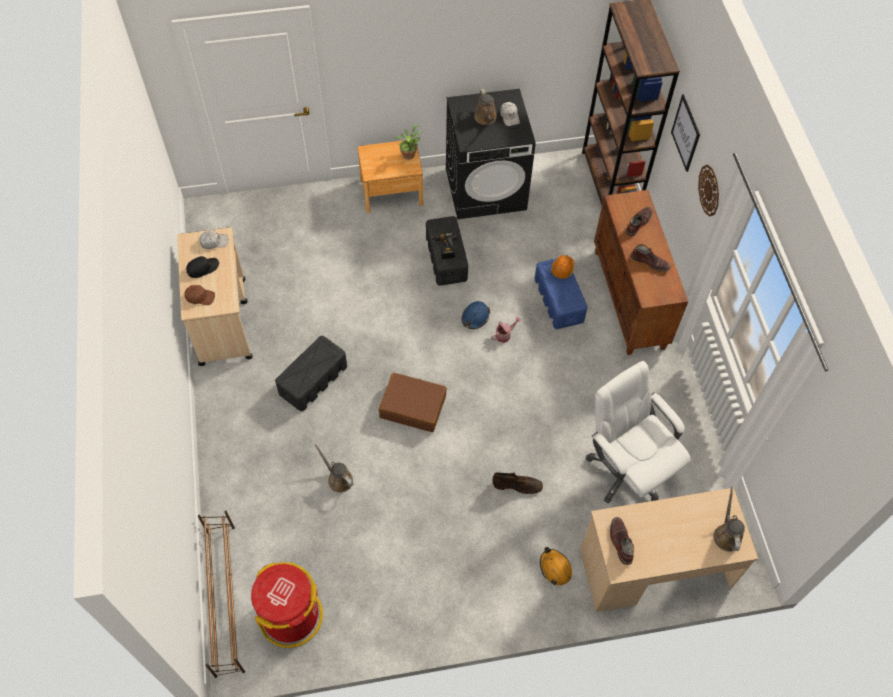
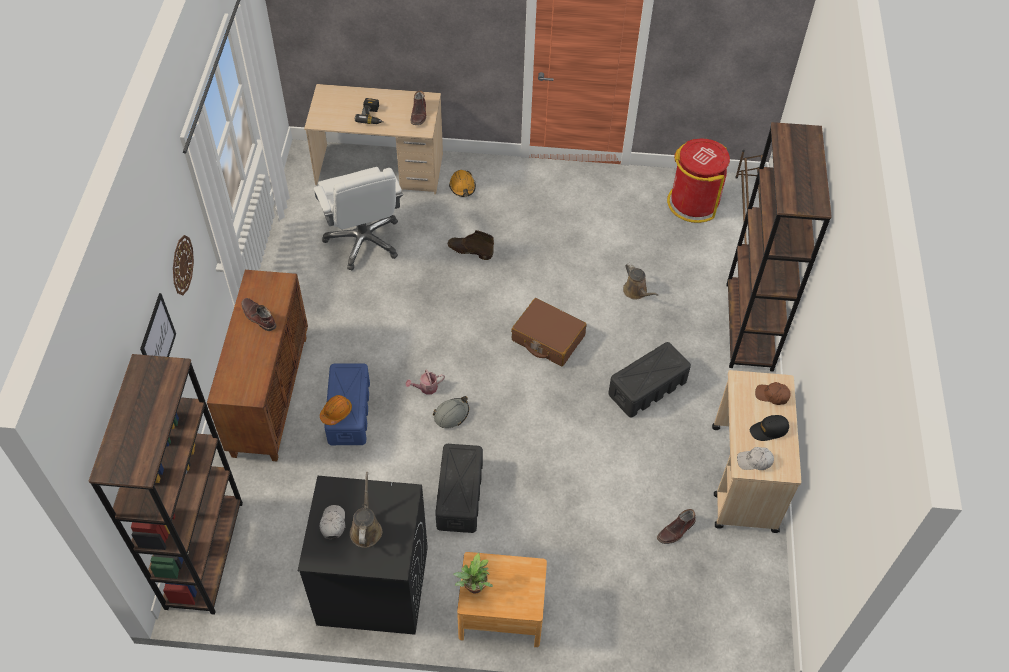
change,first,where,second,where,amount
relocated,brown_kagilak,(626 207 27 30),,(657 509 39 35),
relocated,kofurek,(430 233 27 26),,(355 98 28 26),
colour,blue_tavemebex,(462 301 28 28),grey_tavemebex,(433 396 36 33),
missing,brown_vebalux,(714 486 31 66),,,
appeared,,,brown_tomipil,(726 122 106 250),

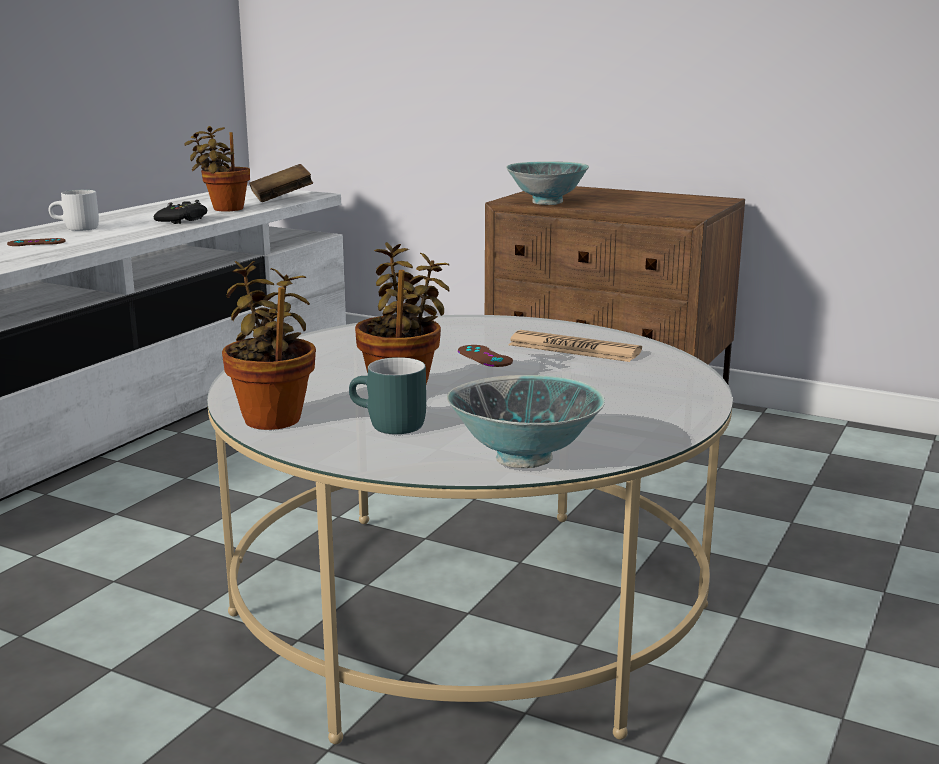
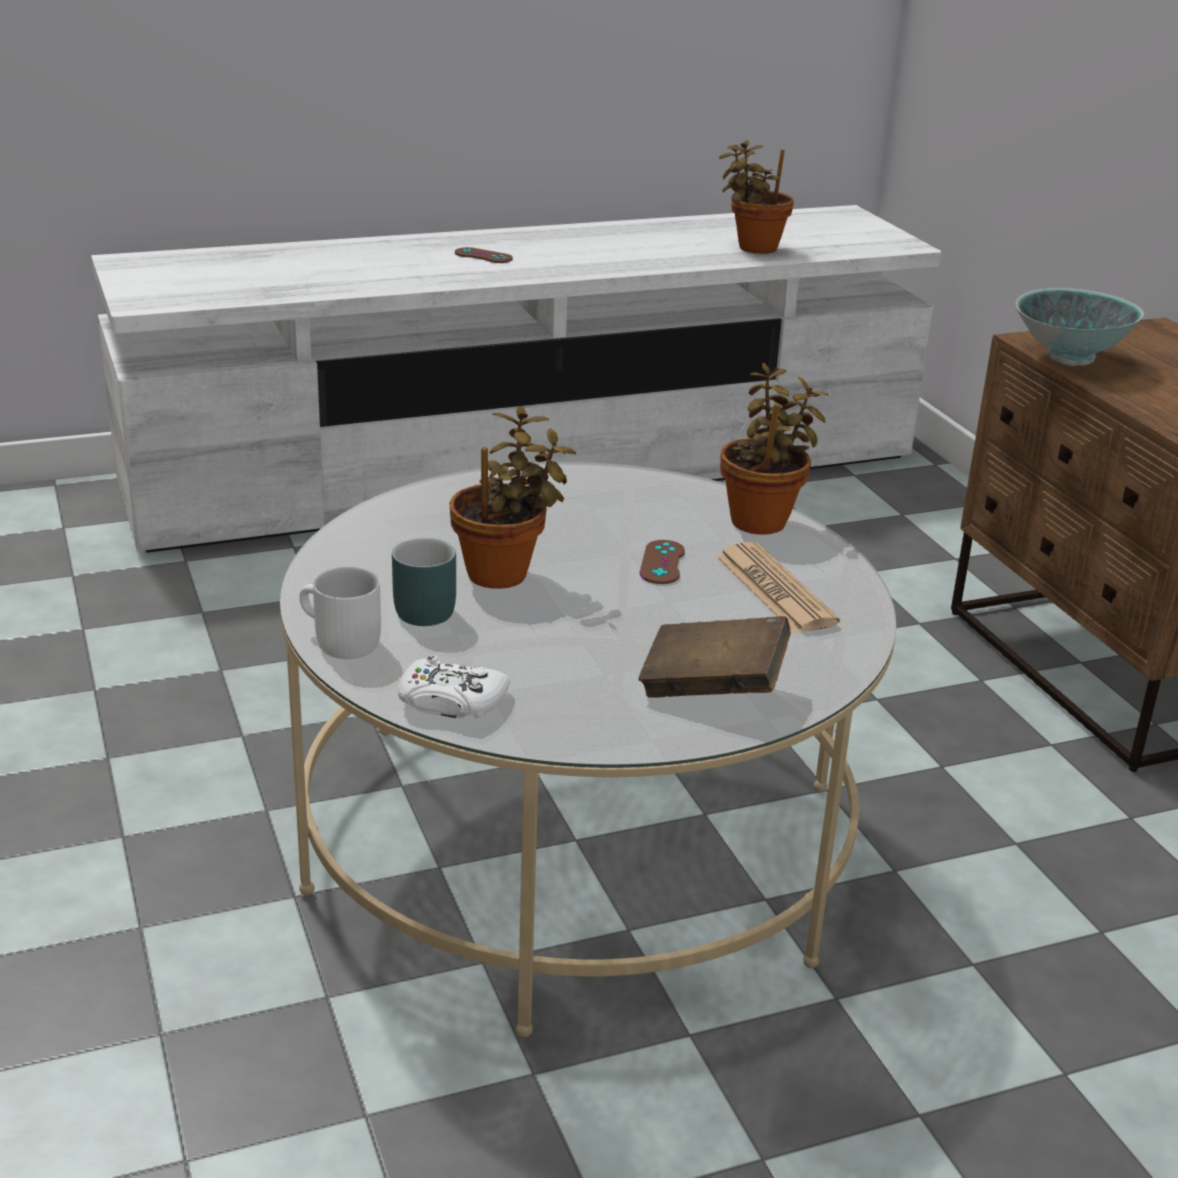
change,first,where,second,where,amount
relocated,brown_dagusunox,(249 164 64 38),,(639 616 152 82),
relocated,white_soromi,(49 190 50 41),,(300 567 81 92),
missing,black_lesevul,(154 200 53 24),,,
relocated,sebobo,(222 261 94 169),,(720 363 109 172),
exchanged,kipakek,(447 375 158 93),white_lesevul,(398 656 112 62),

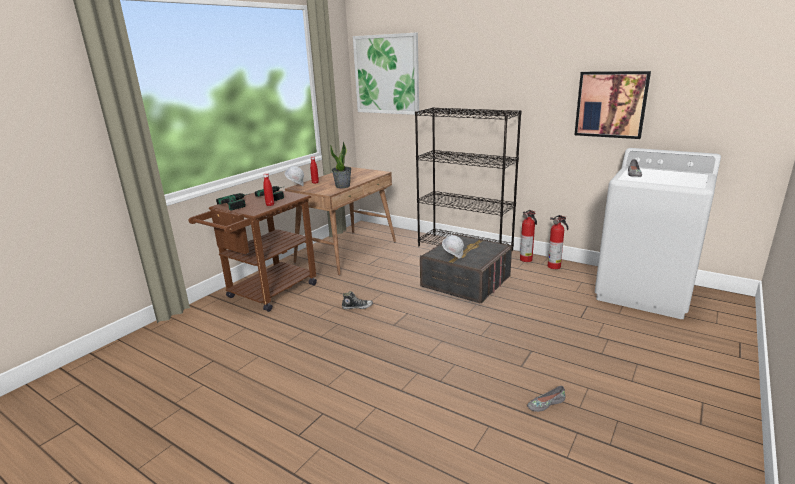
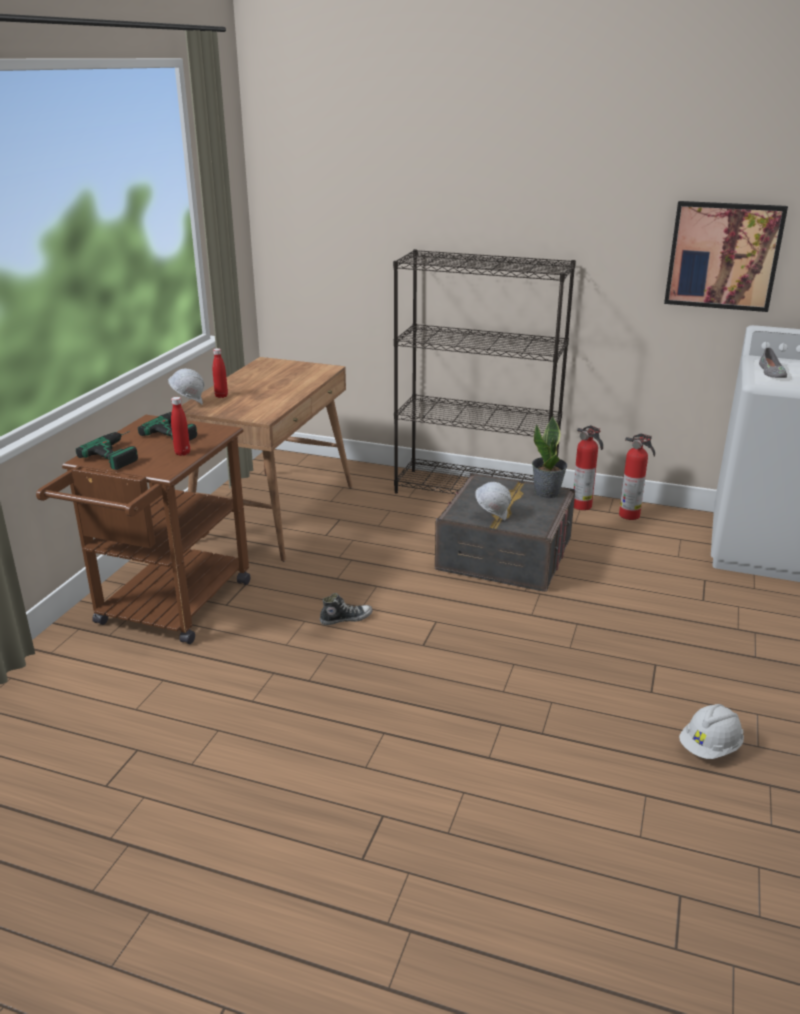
change,first,where,second,where,amount
missing,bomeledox,(353 33 66 82),,,
relocated,sebobo,(330 141 22 47),,(532 416 35 82),
exchanged,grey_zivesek,(527 386 39 26),white_tavemebex,(679 704 65 55),

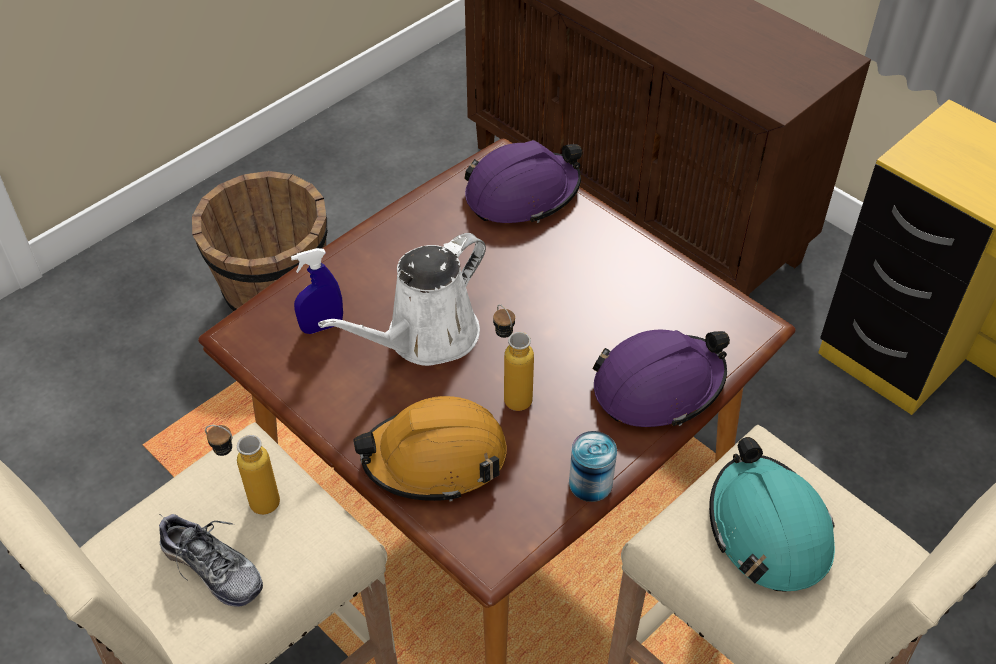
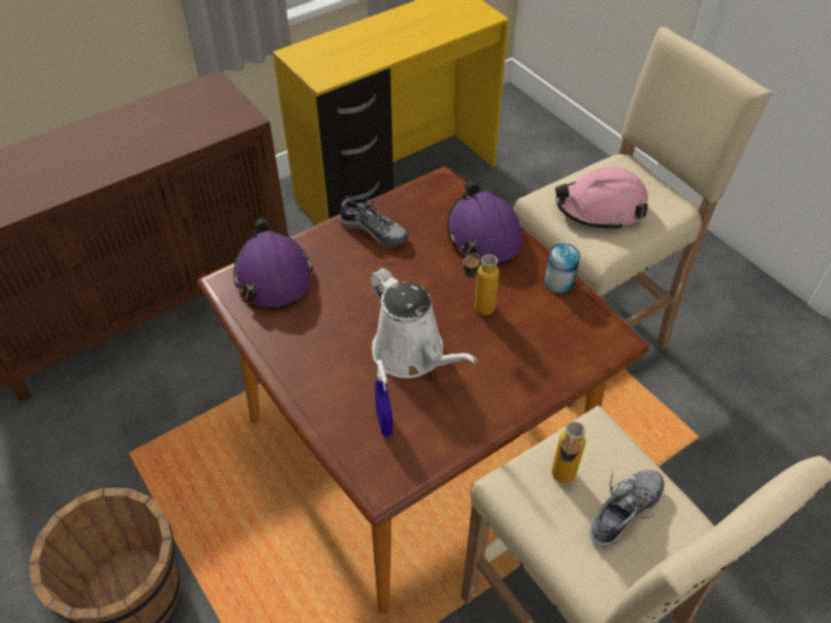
change,first,where,second,where,amount
missing,orange_tavemebex,(354 396 153 106),,,
colour,turquoise_tavemebex,(709 437 126 155),pink_tavemebex,(555 167 93 63),
appeared,,,zivesek,(340 198 68 49),

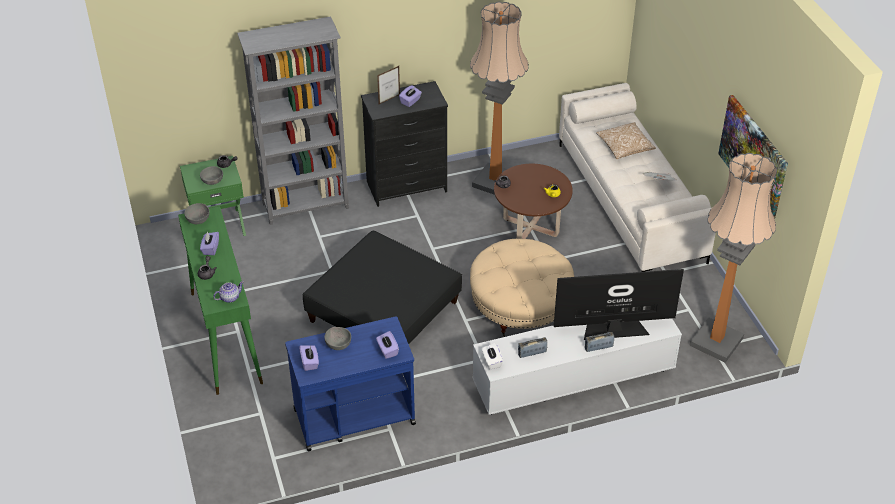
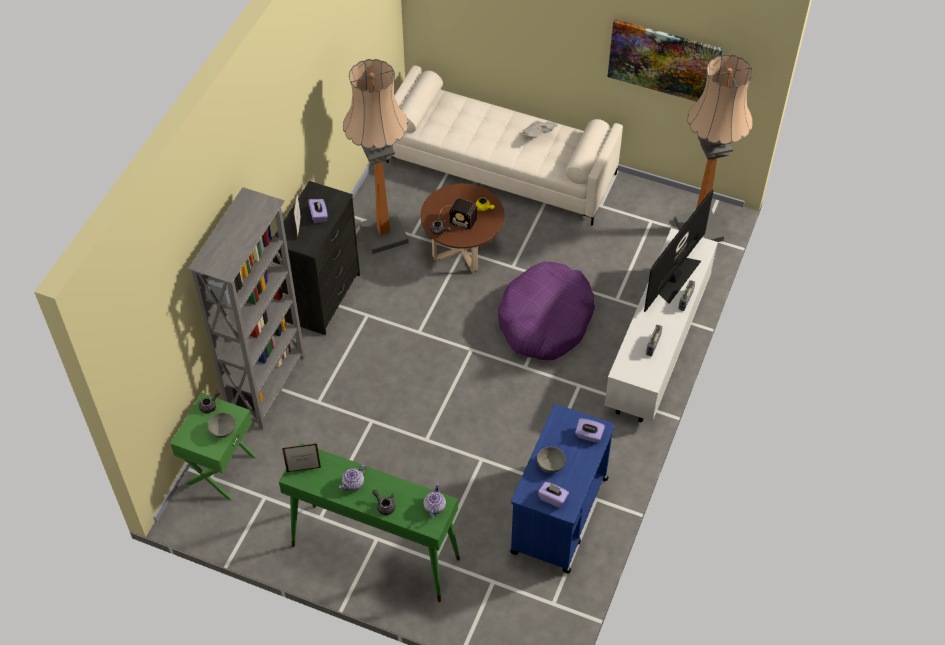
change,first,where,second,where,amount
missing,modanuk,(596 122 60 37),,,
exchanged,grey_kipakek,(184 203 26 21),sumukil,(282 444 39 28),
missing,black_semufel,(302 231 160 113),,,
exchanged,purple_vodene,(200 232 19 23),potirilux,(339 465 27 26),
exchanged,beige_semufel,(470 239 104 98),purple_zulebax,(498 262 97 98),
missing,white_vodene,(482 343 21 26),,,
appeared,,,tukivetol,(439 198 38 32),

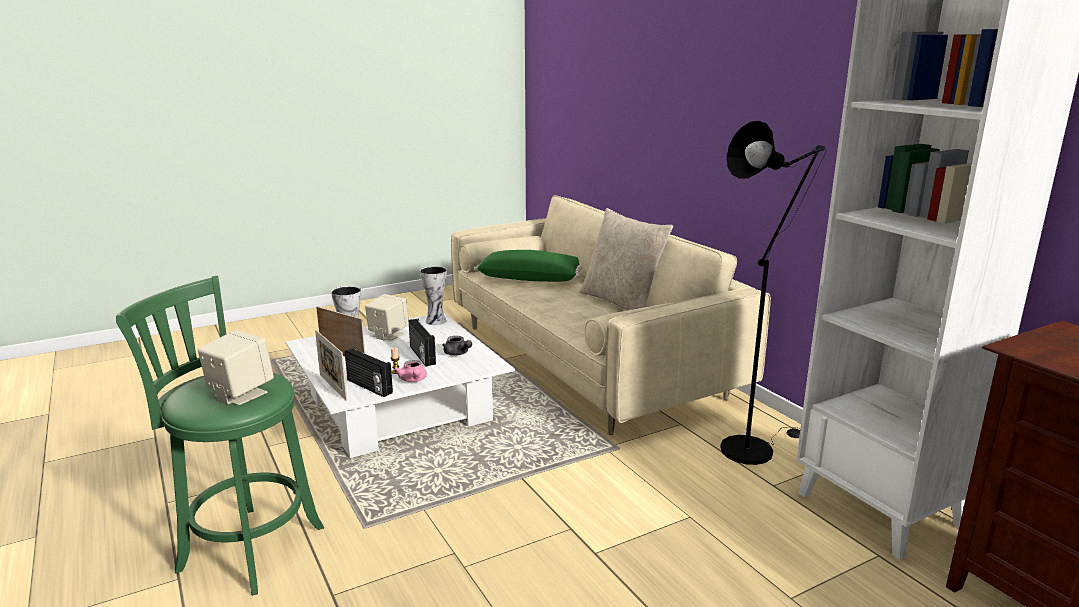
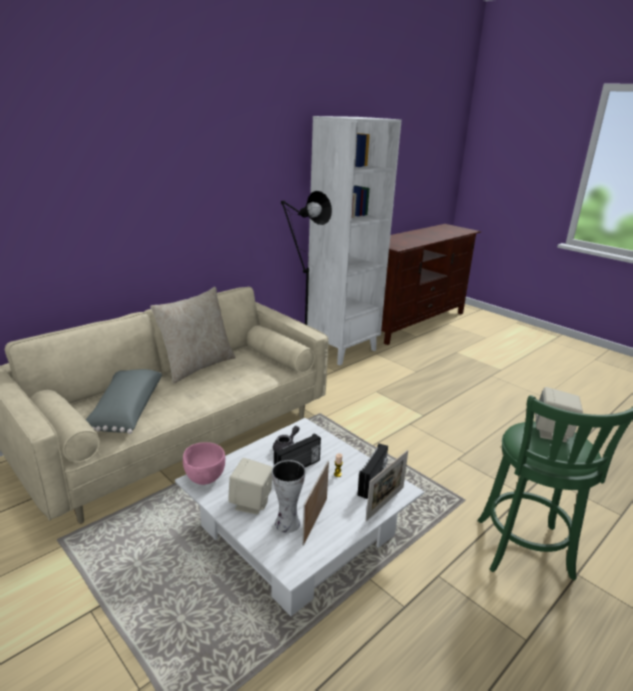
change,first,where,second,where,amount
colour,green_modanuk,(474 250 108 32),grey_modanuk,(85 369 77 65),
exchanged,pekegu,(420 266 27 59),pink_kipakek,(183 442 42 43),
missing,pink_potirilux,(394 360 33 22),,,

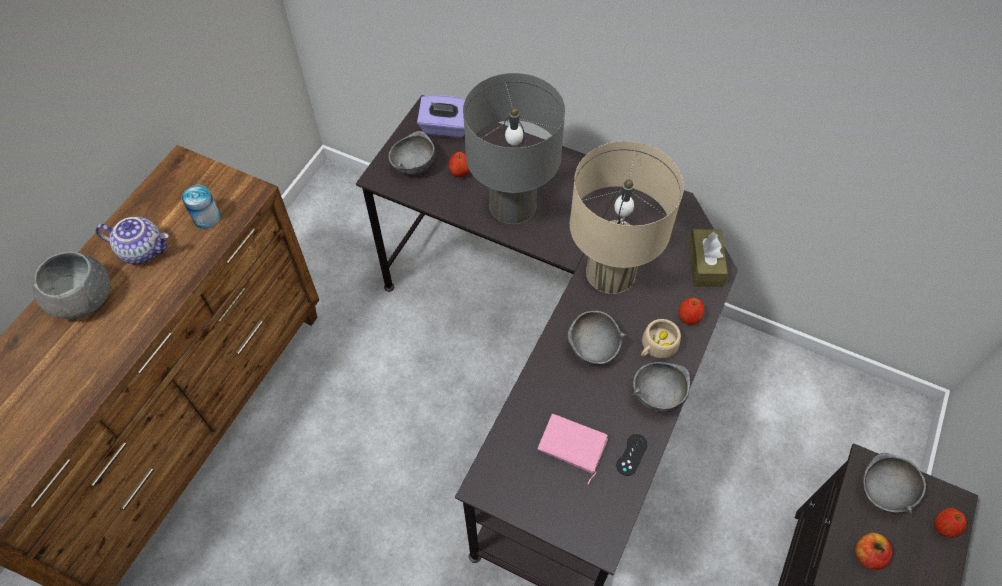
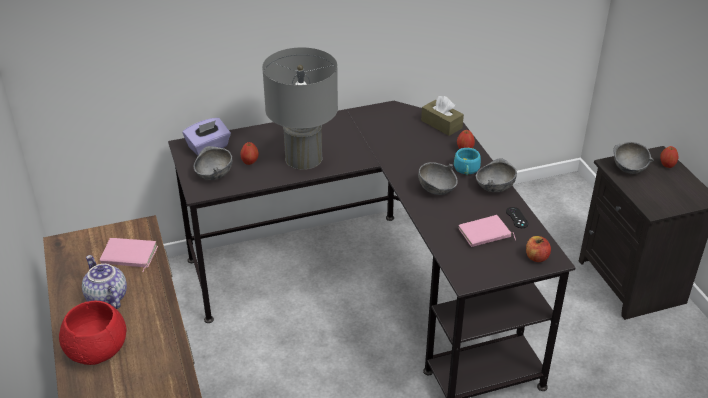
change,first,where,second,where,amount
missing,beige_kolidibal,(570 141 114 153),,,
exchanged,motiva,(182 185 39 44),pink_dagusunox,(100 238 58 33),
spun,potirilux,(95 217 74 47),,(82 255 45 54),90 degrees counterclockwise
colour,grey_kipakek,(32 252 78 68),red_kipakek,(59 301 67 64),
colour,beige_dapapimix,(641 319 40 40),turquoise_dapapimix,(454 148 27 27),
relocated,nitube,(855 533 37 37),,(526 236 25 26),

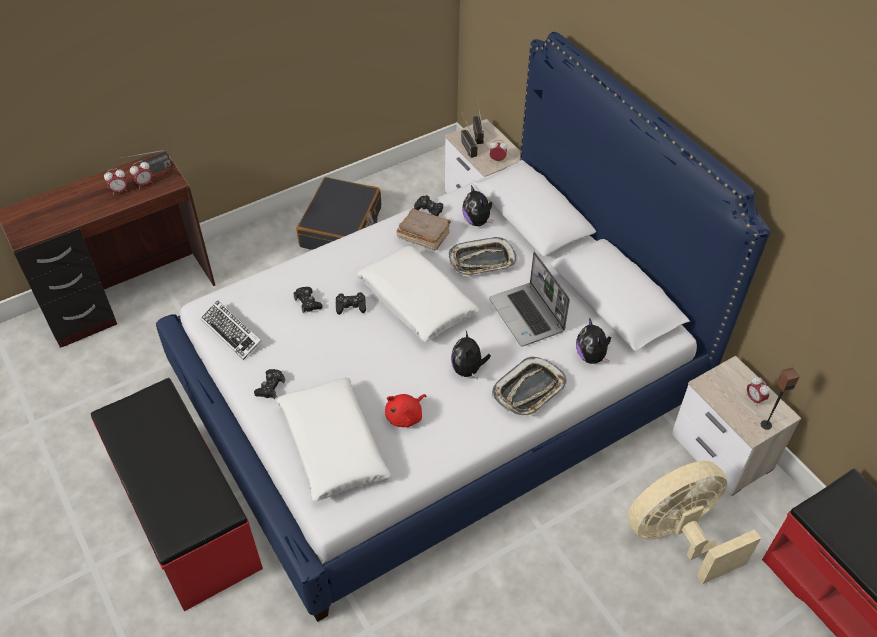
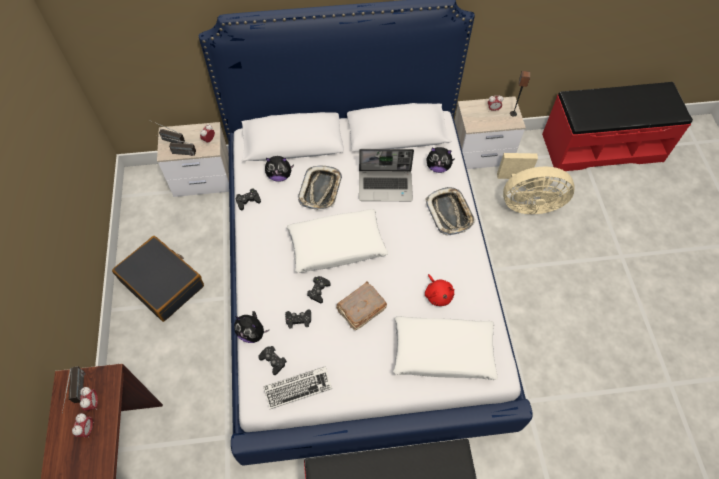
change,first,where,second,where,amount
relocated,brown_dagusunox,(397 208 54 42),,(337 281 50 49),
relocated,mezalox,(451 331 40 48),,(234 311 35 32),
relocated,black_lesevul,(254 369 31 30),,(258 346 29 29),
spun,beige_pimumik,(627 461 134 123),,(497 153 77 61),90 degrees counterclockwise

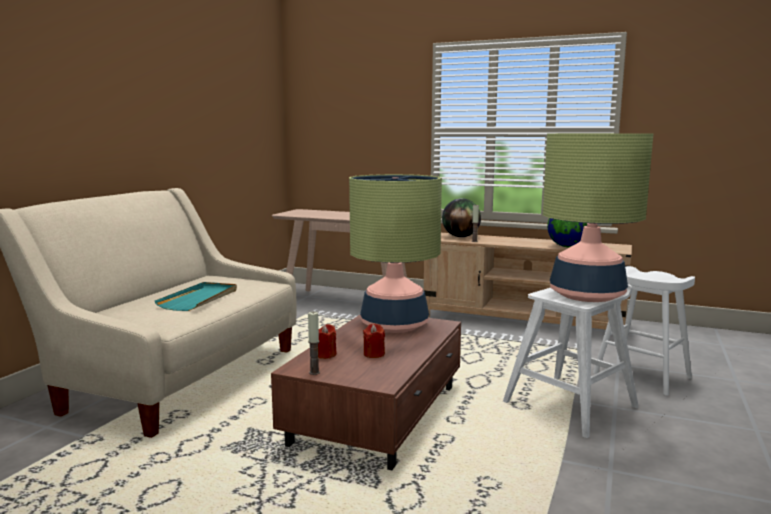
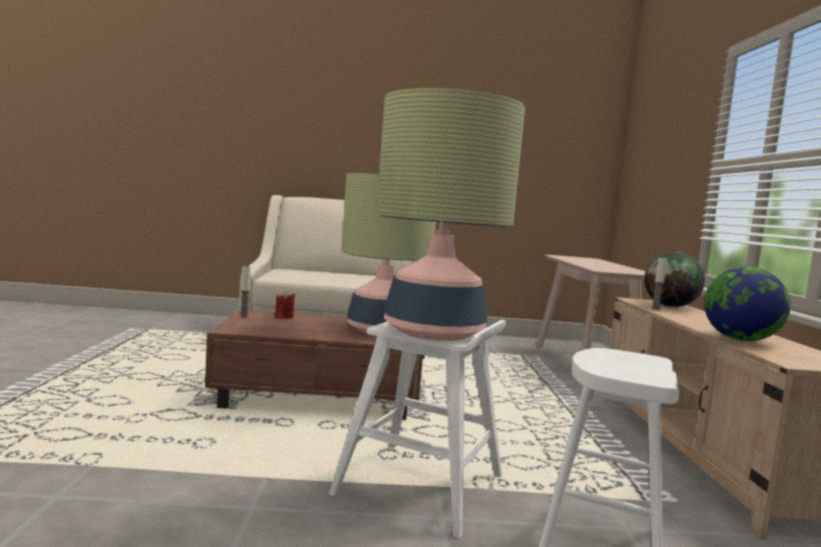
change,first,where,second,where,amount
missing,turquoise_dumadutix,(155 282 82 29),,,
missing,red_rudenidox,(363 323 22 35),,,

